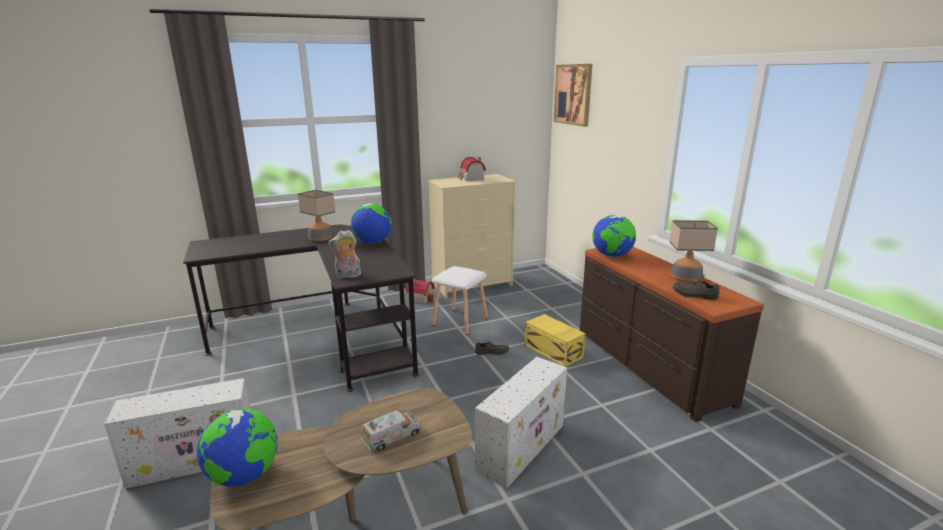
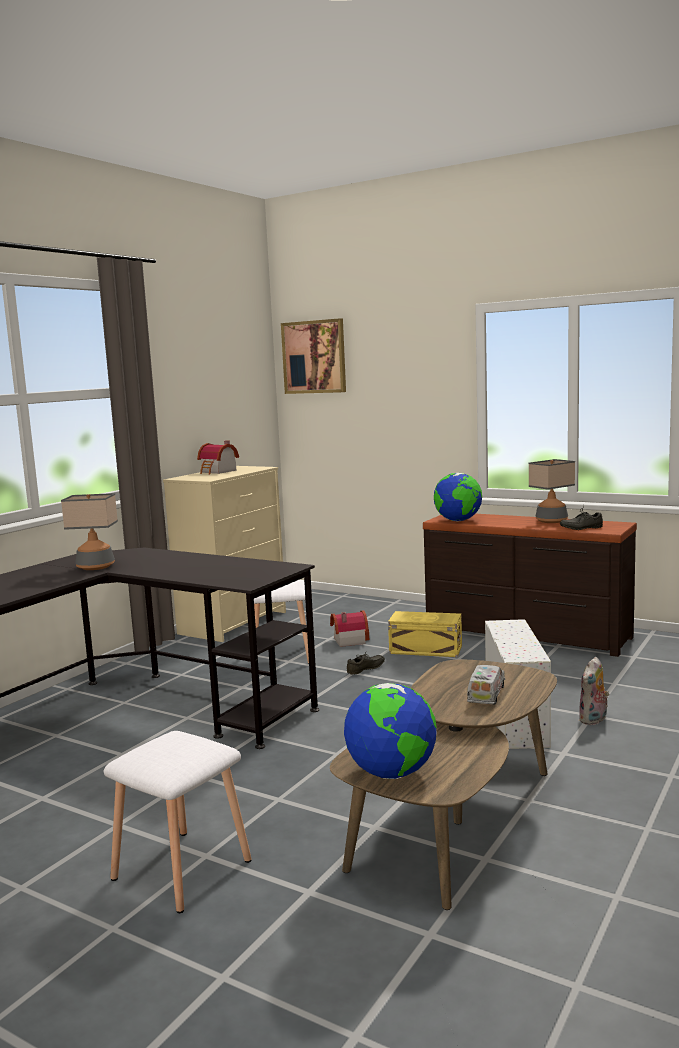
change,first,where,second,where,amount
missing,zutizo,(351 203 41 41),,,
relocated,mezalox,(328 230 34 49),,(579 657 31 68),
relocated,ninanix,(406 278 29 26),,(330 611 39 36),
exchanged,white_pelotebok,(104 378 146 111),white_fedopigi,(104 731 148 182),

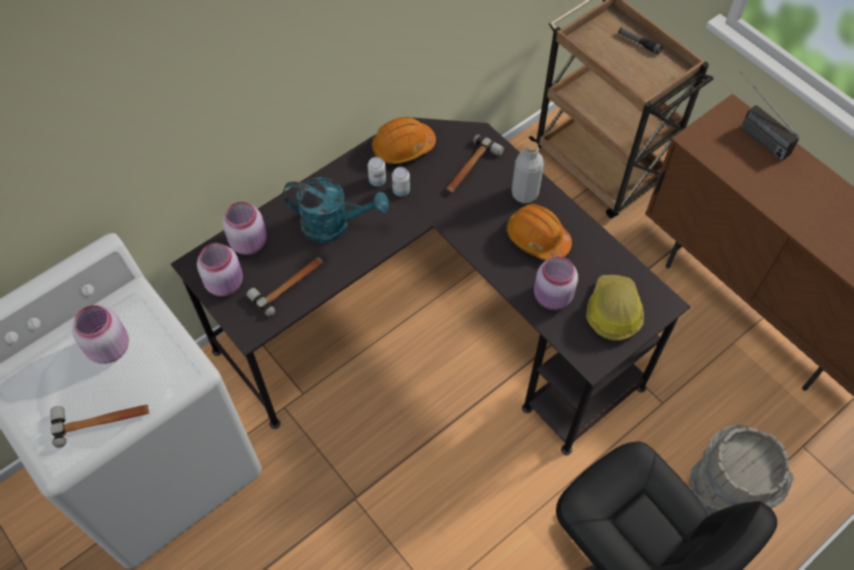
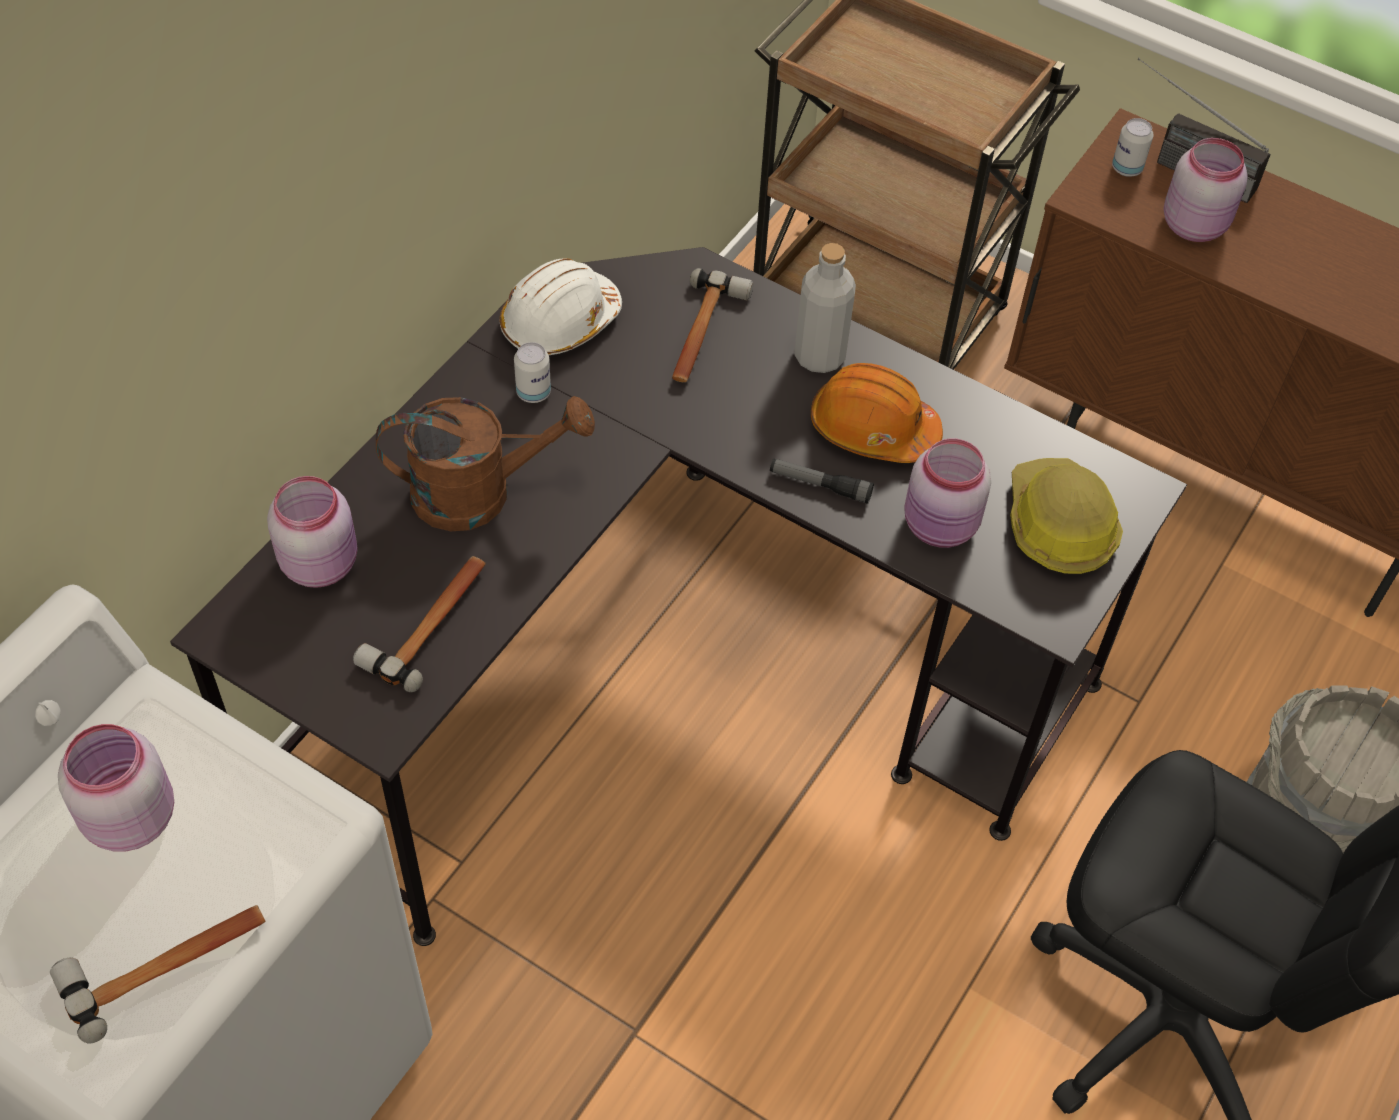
change,first,where,second,where,amount
relocated,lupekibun,(618 28 45 27),,(770 459 104 45),
colour,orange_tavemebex,(372 117 64 47),white_tavemebex,(500 259 122 96),
relocated,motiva,(392 167 18 29),,(1112 118 41 59),
colour,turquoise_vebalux,(283 177 106 66),brown_vebalux,(376 396 219 135),
relocated,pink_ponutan,(197 243 46 53),,(1164 138 84 104),

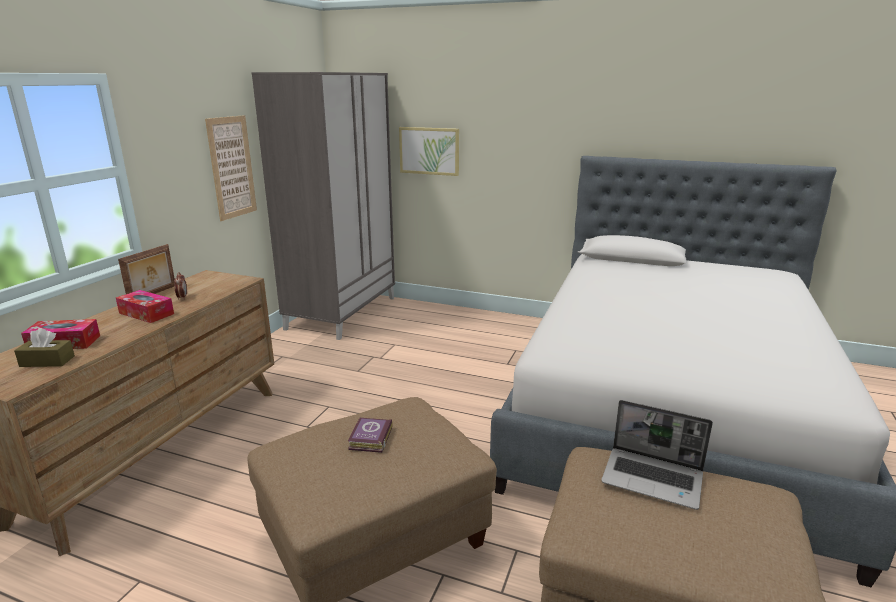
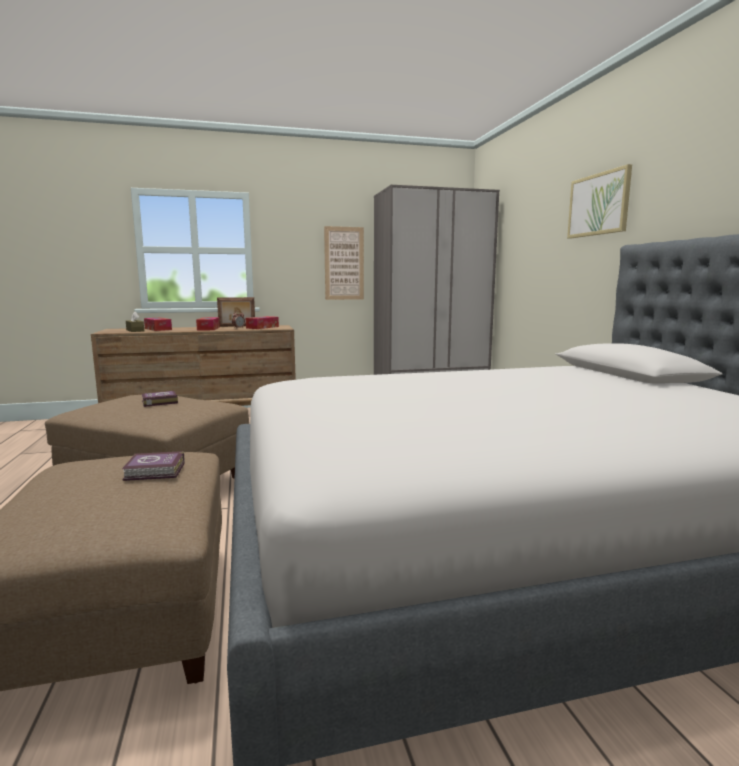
change,first,where,second,where,amount
relocated,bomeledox,(399 127 60 49),,(567 164 65 75),
exchanged,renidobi,(601 400 112 110),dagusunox,(122 451 63 30),
appeared,,,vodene,(246 316 33 13),

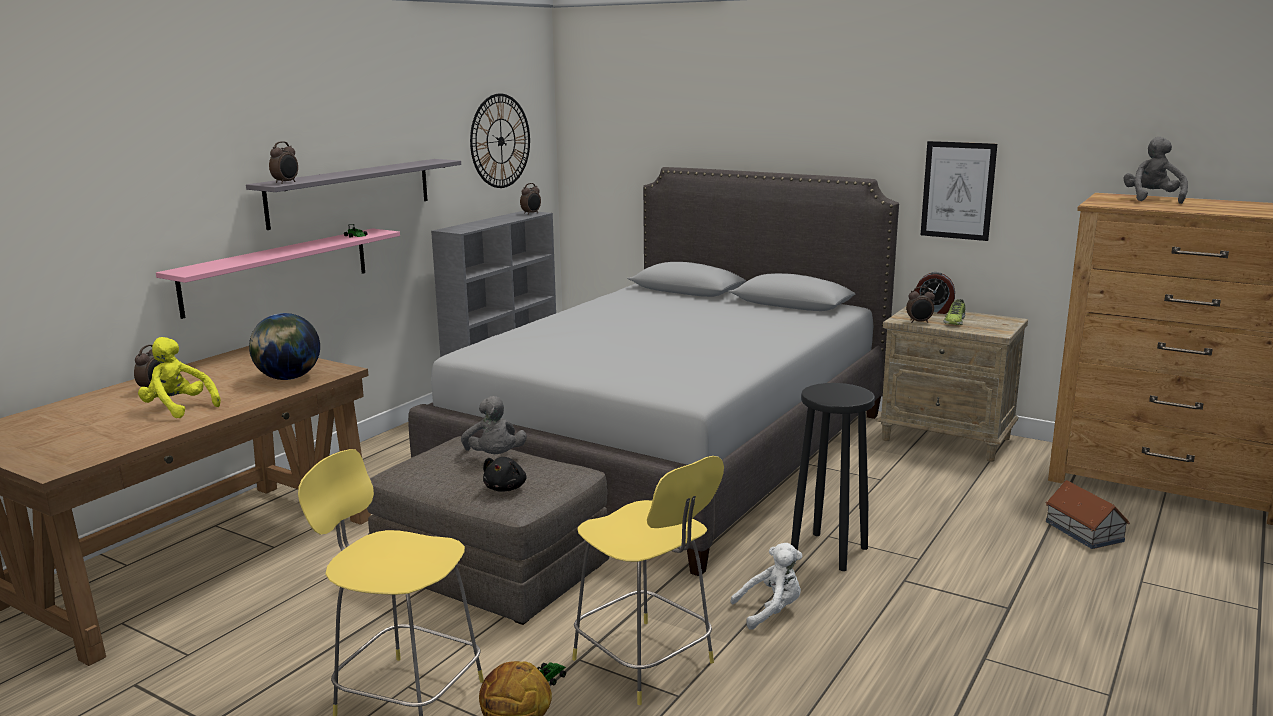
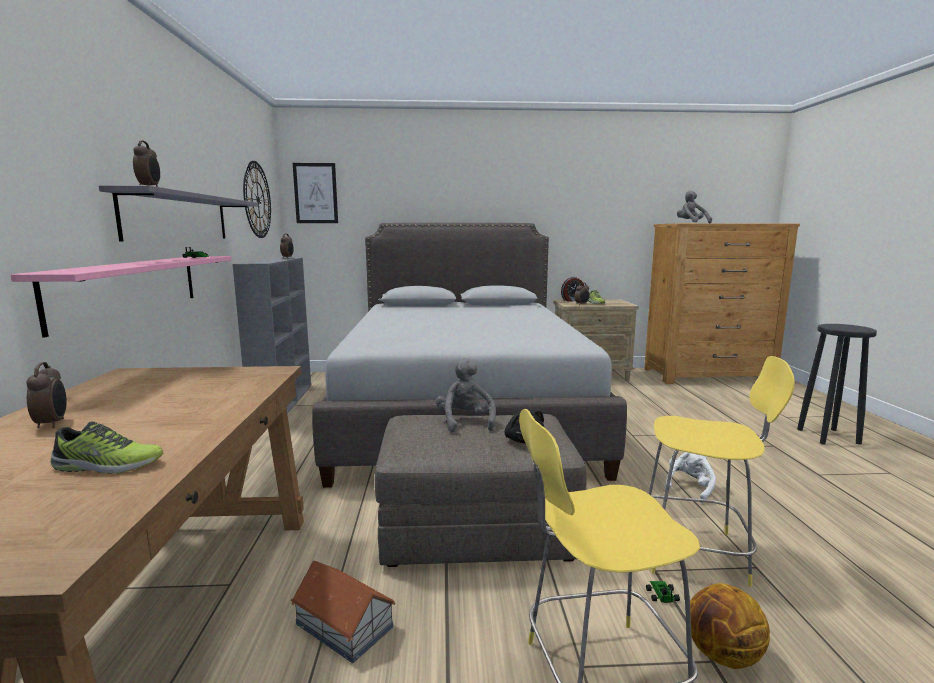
change,first,where,second,where,amount
relocated,bomeledox,(921 141 76 100),,(293 163 45 60),
missing,zutizo,(249 313 71 67),,,
missing,yellow_mezalox,(138 337 83 81),,,
relocated,black_fedopigi,(791 383 84 188),,(797 324 80 120),
spun,grey_mezalox,(461 396 66 58),,(436 358 60 74),135 degrees counterclockwise
relocated,ninanix,(1045 480 85 69),,(291 561 105 102),
appeared,,,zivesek,(50 421 113 53),

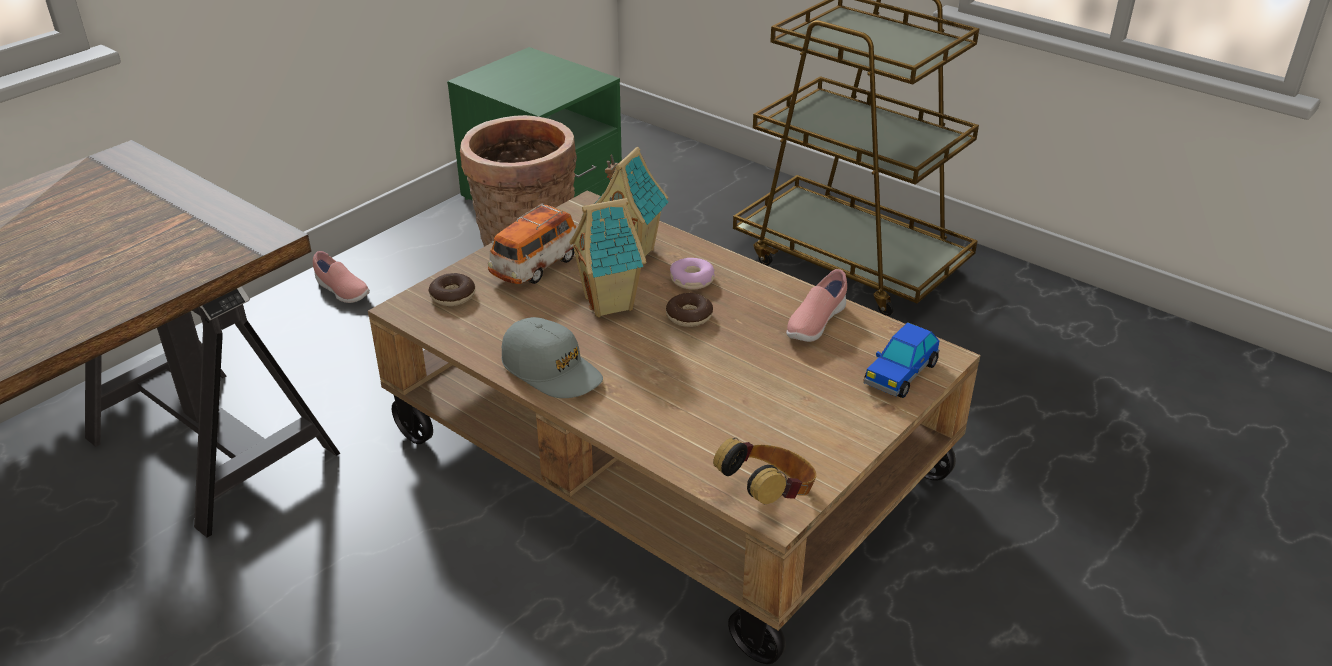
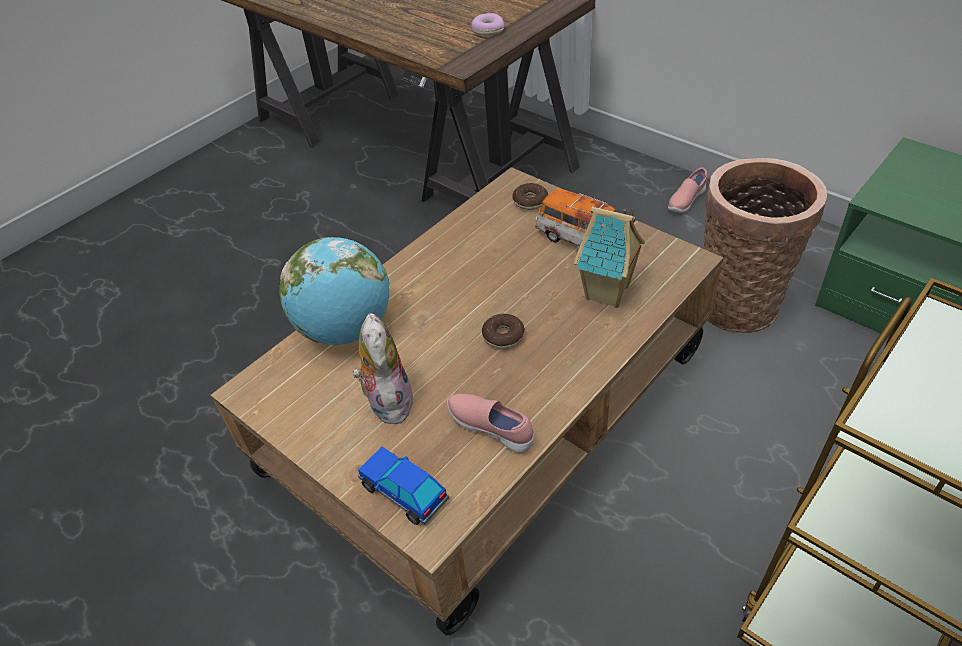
change,first,where,second,where,amount
missing,ninanix,(569 197 78 120),,,
relocated,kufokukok,(670 258 45 32),,(471 13 33 23),
missing,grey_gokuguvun,(502 317 101 81),,,
missing,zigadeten,(713 438 103 66),,,
appeared,,,zutizo,(279 237 110 109),
appeared,,,mezalox,(353 313 61 111),

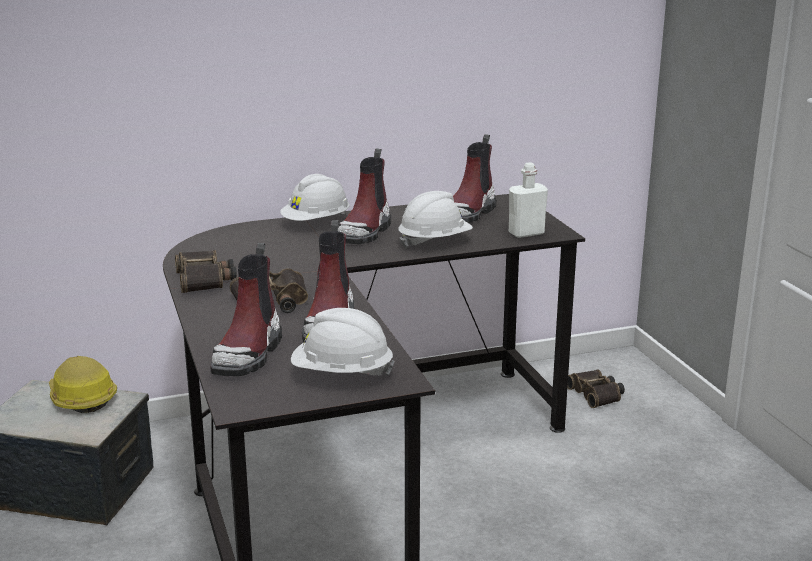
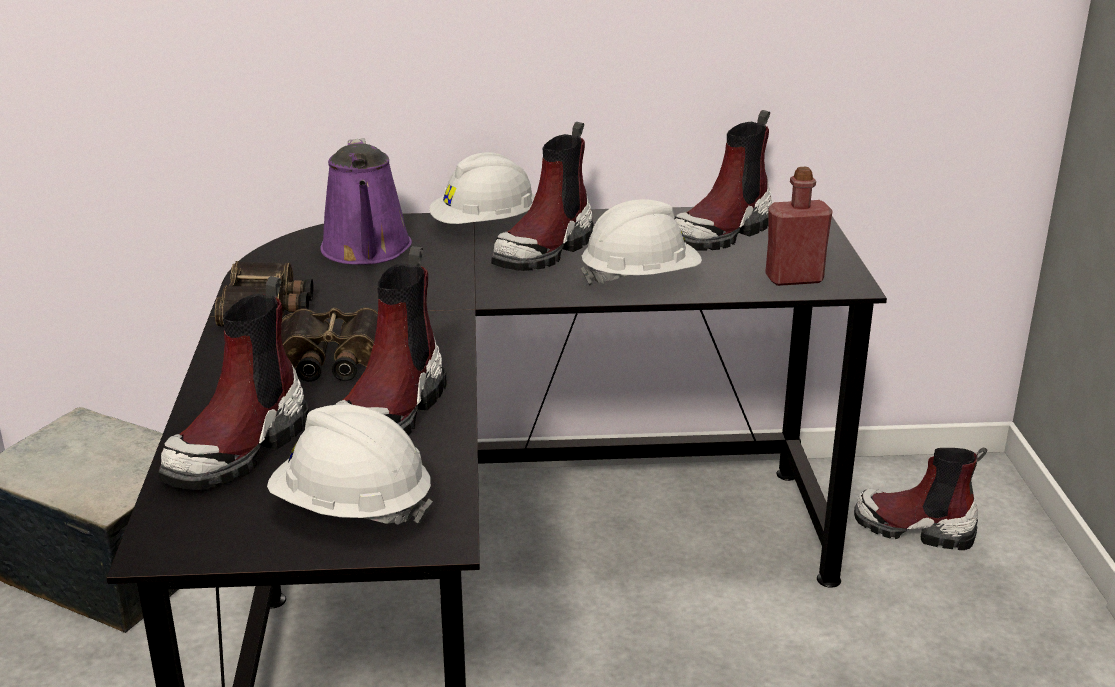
change,first,where,second,where,amount
colour,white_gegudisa,(509 162 39 76),red_gegudisa,(765 167 68 119),
missing,tavemebex,(49 356 68 57),,,
exchanged,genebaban,(567 370 58 38),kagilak,(854 448 133 102),
appeared,,,purple_vebalux,(320 138 92 127),

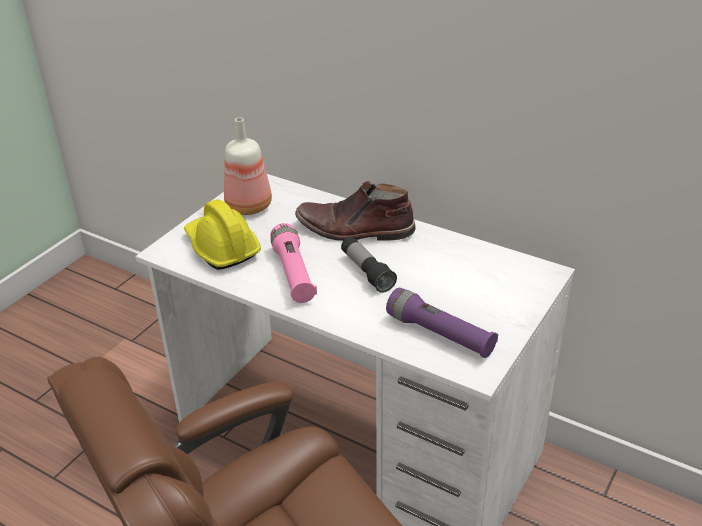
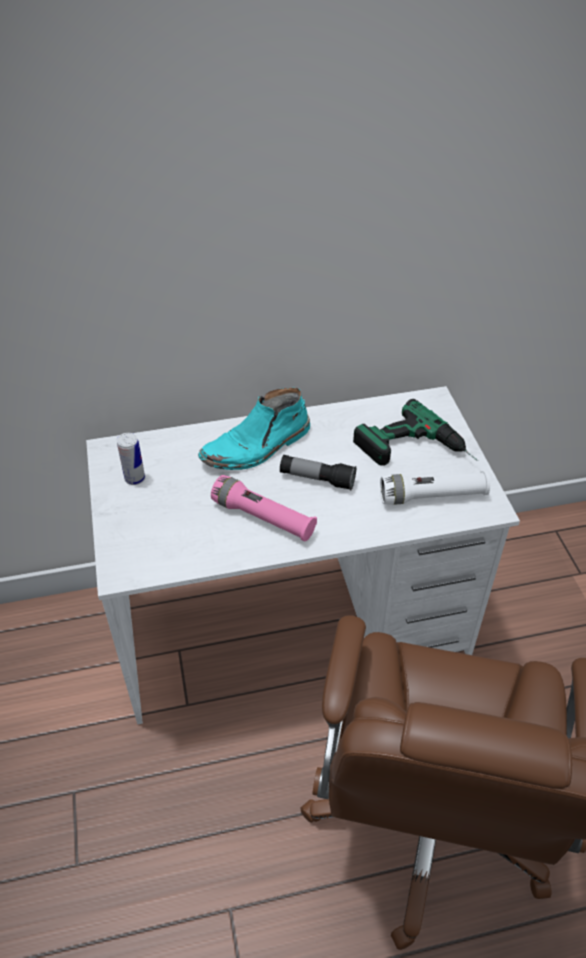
change,first,where,second,where,amount
exchanged,gegudisa,(224 117 48 98),motiva,(117 433 28 52),
colour,brown_kagilak,(295 181 120 60),turquoise_kagilak,(198 388 112 82),
missing,yellow_tavemebex,(184 199 77 71),,,
colour,purple_lupekibun,(386 288 112 70),white_lupekibun,(380 470 110 35),
appeared,,,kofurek,(353 399 125 67),

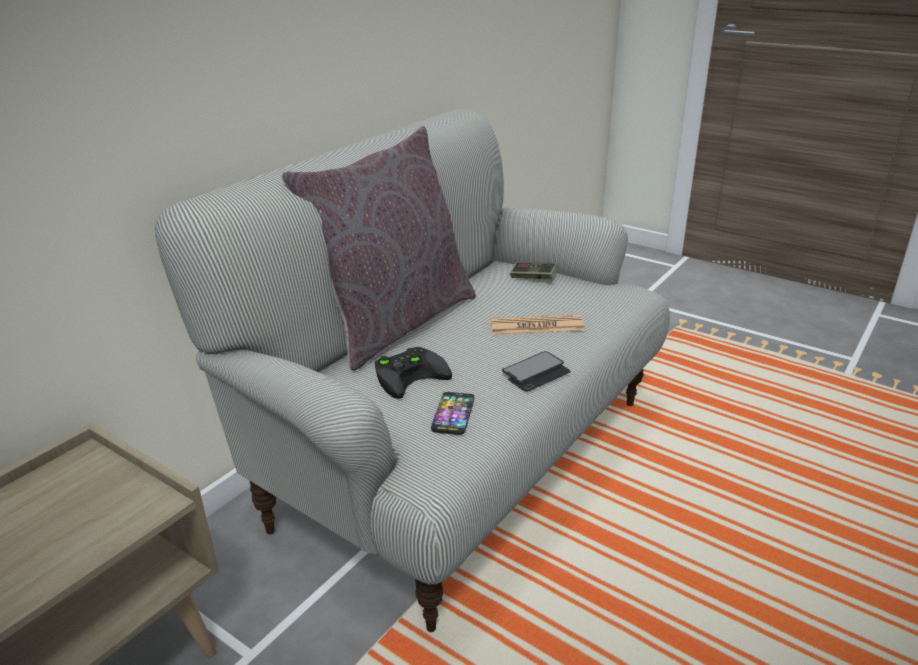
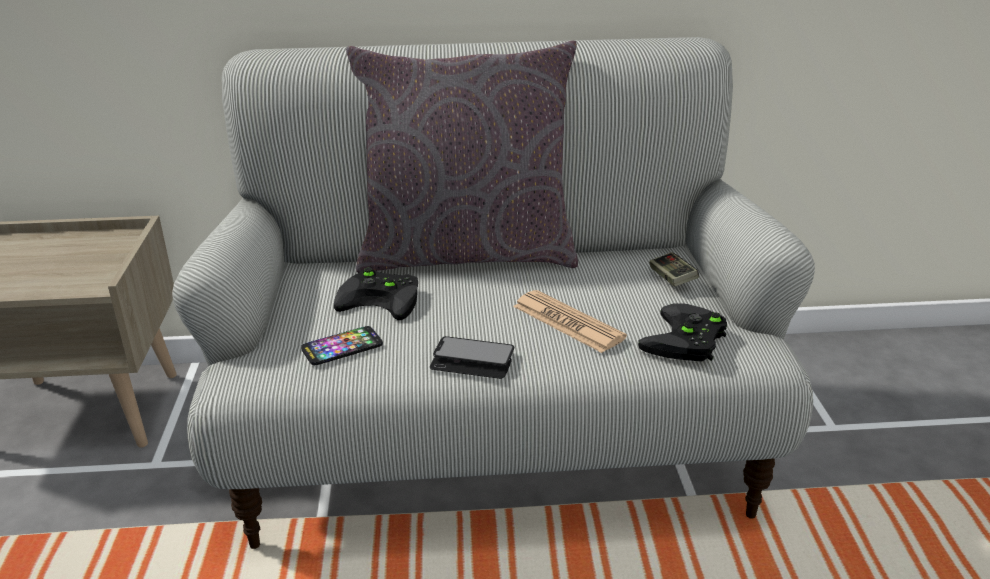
change,first,where,second,where,amount
appeared,,,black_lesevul,(638 303 89 58),

